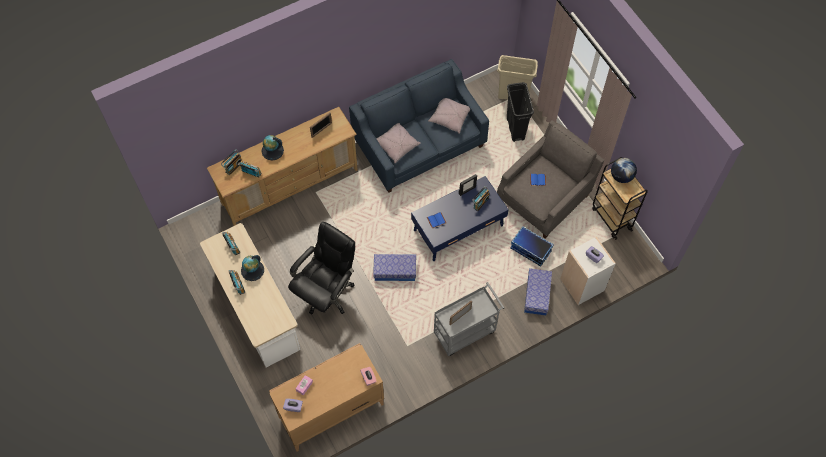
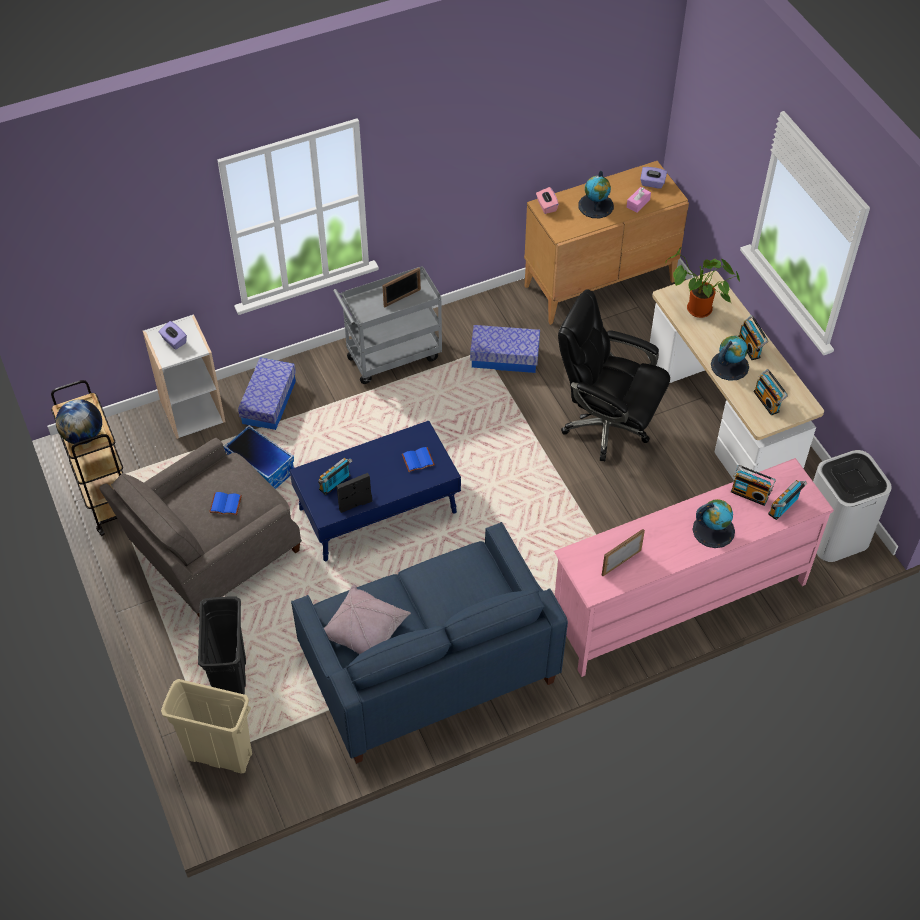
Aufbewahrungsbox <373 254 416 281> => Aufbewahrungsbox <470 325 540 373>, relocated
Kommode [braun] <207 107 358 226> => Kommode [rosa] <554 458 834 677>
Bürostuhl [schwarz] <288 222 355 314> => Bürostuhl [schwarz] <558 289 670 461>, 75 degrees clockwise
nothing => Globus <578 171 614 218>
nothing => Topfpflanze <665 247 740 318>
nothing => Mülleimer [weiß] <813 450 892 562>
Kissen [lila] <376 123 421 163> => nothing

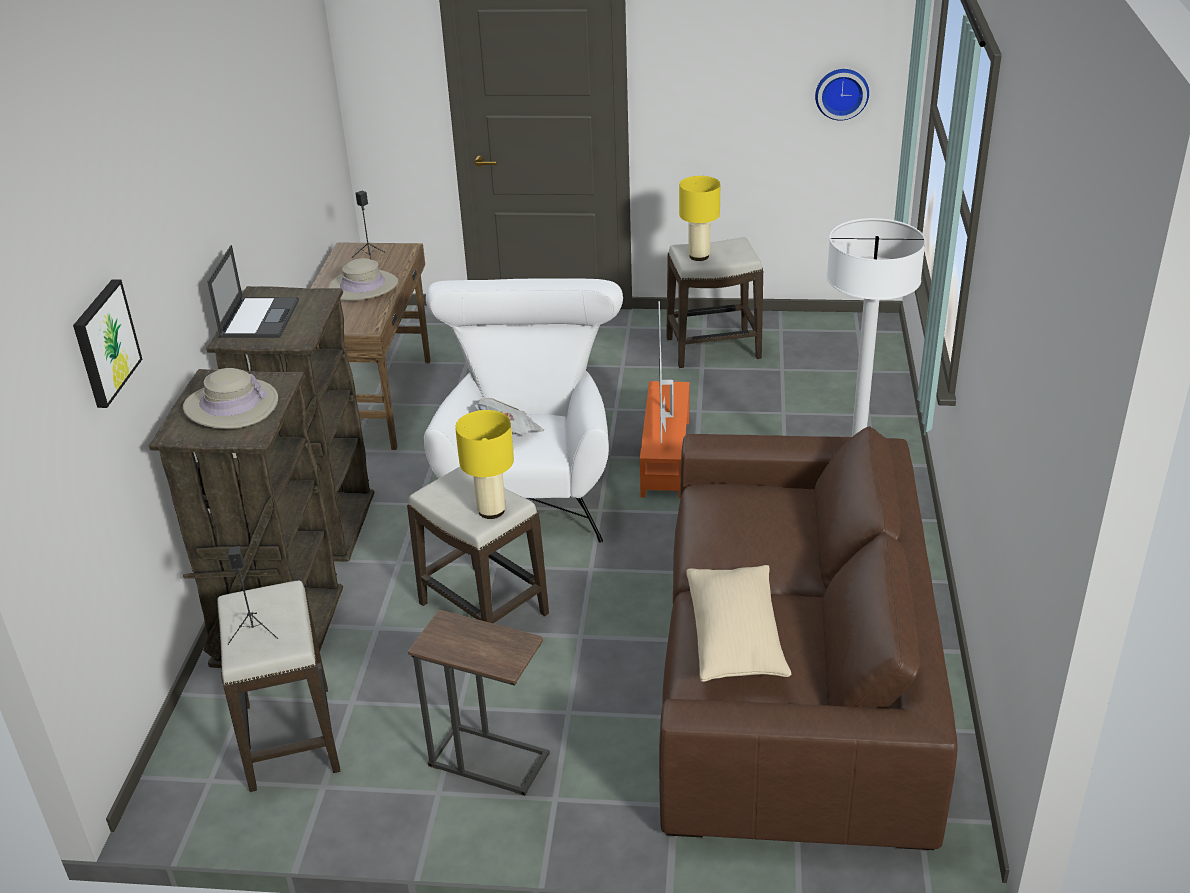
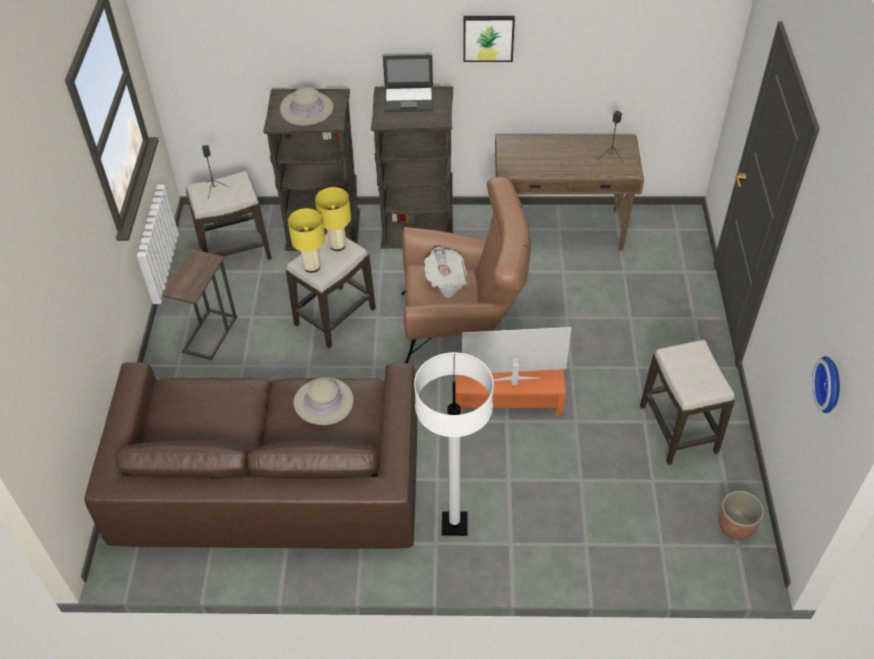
Hut [beige] <328 258 398 301> => Hut [beige] <293 377 353 425>, relocated
Tischlampe [gelb] <679 176 720 261> => Tischlampe [gelb] <315 187 351 251>, relocated
Sessel [weiß] <424 278 623 543> => Sessel [braun] <401 177 531 363>
Bild <73 279 142 408> => Bild <463 16 515 62>, relocated
nothing => Pflanzkübel <719 491 764 540>
Kissen [beige] <686 565 791 682> => nothing

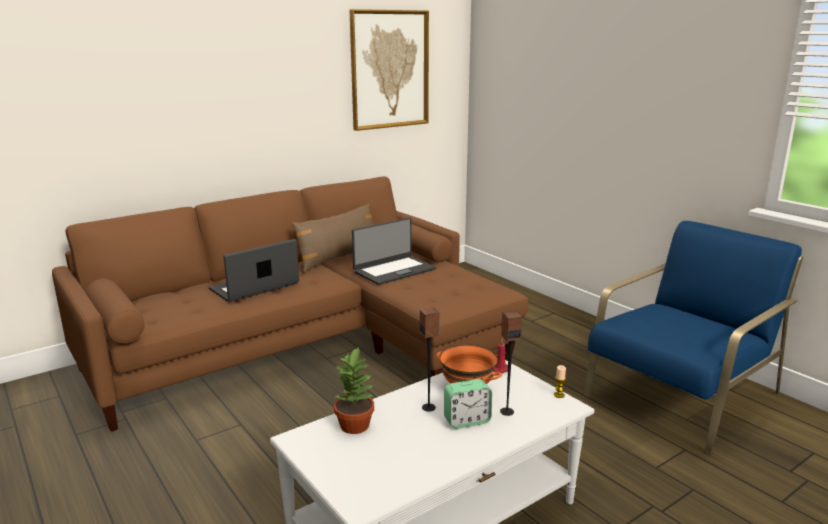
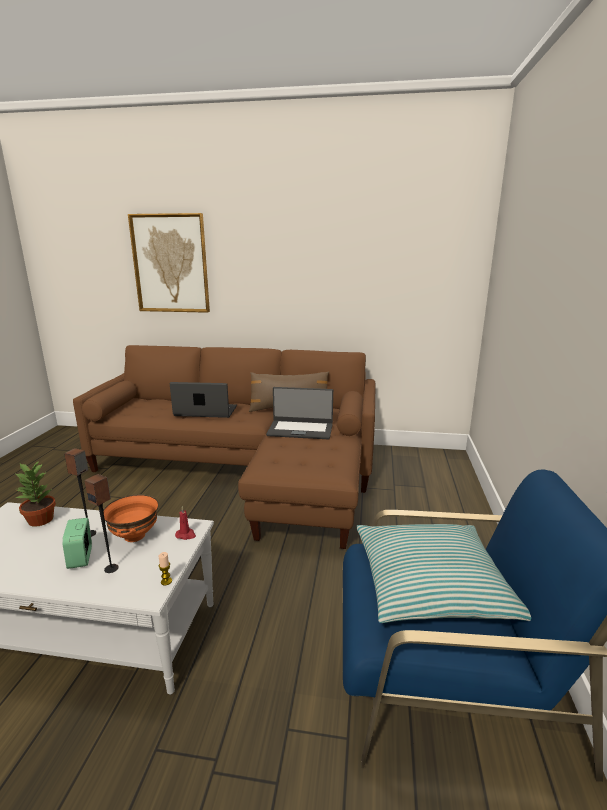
Wecker <444 379 492 429> => Wecker <62 518 92 569>, 45 degrees clockwise
Bild <349 9 429 131> => Bild <128 213 210 313>, relocated
nothing => Kissen <357 524 531 623>

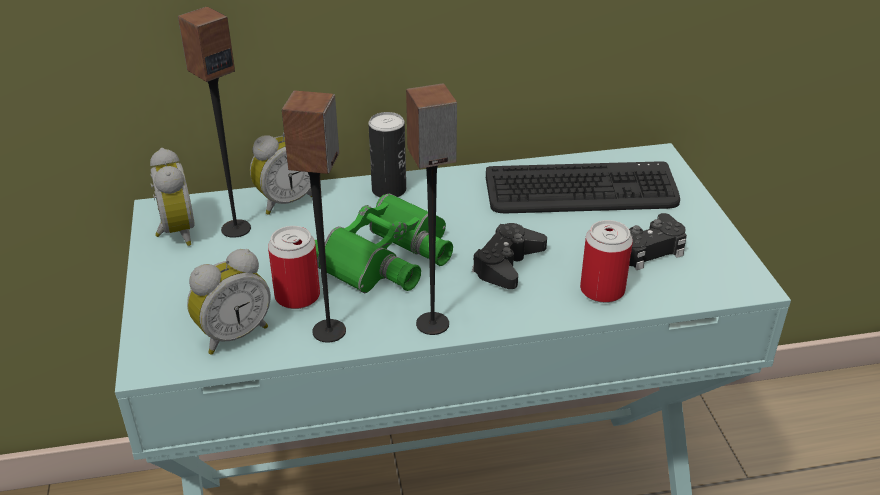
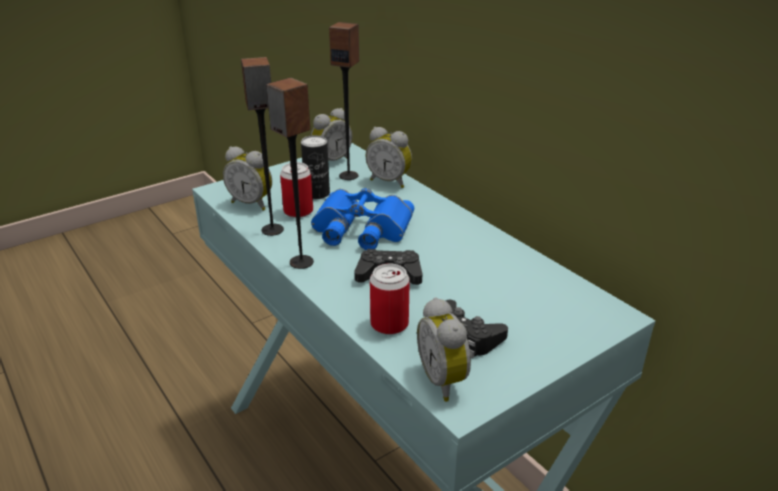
Dose <368 112 406 197> => Dose <301 135 330 199>, relocated
Fernglas [grün] <315 194 453 293> => Fernglas [blau] <311 188 414 250>
nothing => Wecker <417 297 471 402>
Tastatur <486 161 680 213> => nothing

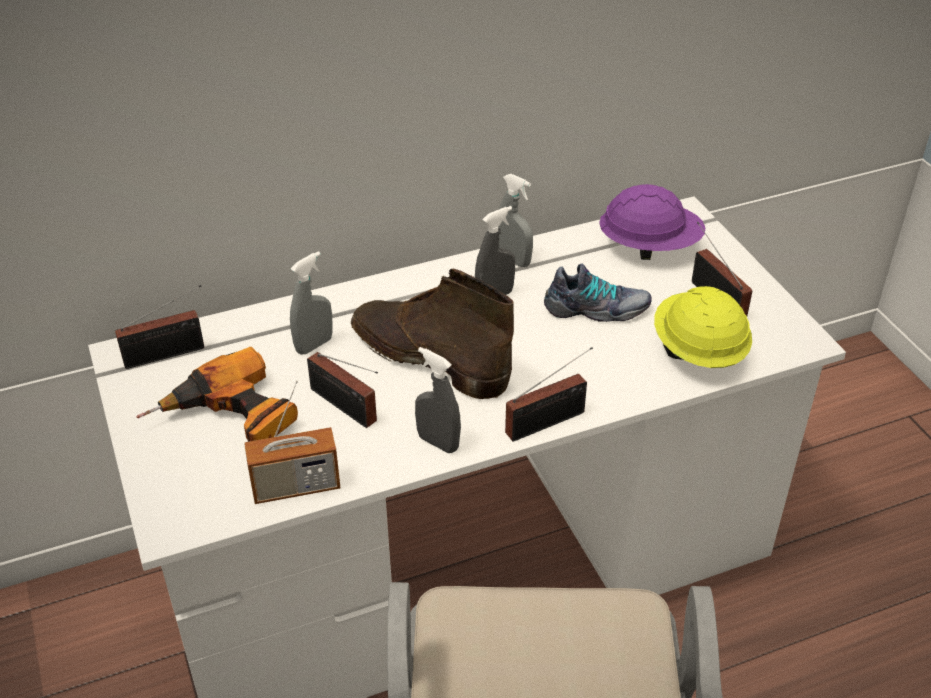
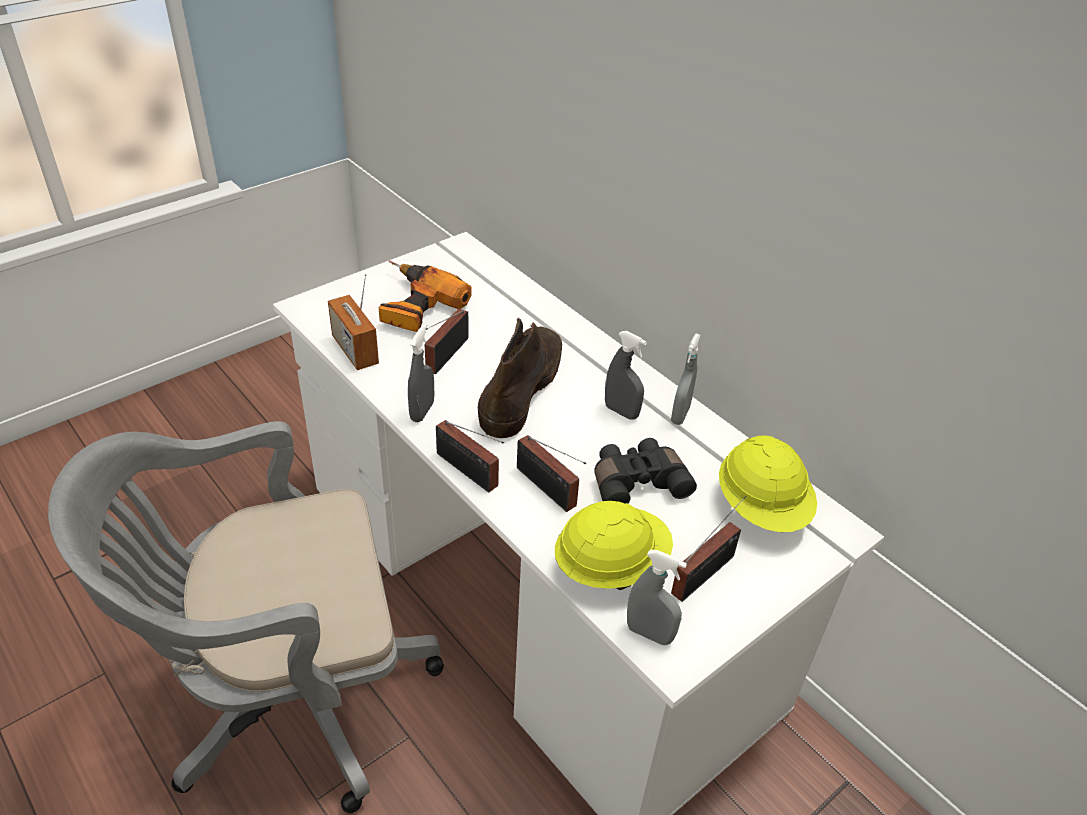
Radio <115 285 204 369> => Radio <517 435 586 512>, relocated
Schuh <544 264 652 322> => Fernglas [schwarz] <594 438 697 504>
Sprühflasche [grau] <290 251 333 355> => Sprühflasche [grau] <627 550 687 645>, relocated
Schutzhelm [lila] <599 184 705 260> => Schutzhelm [gelb] <719 436 817 532>

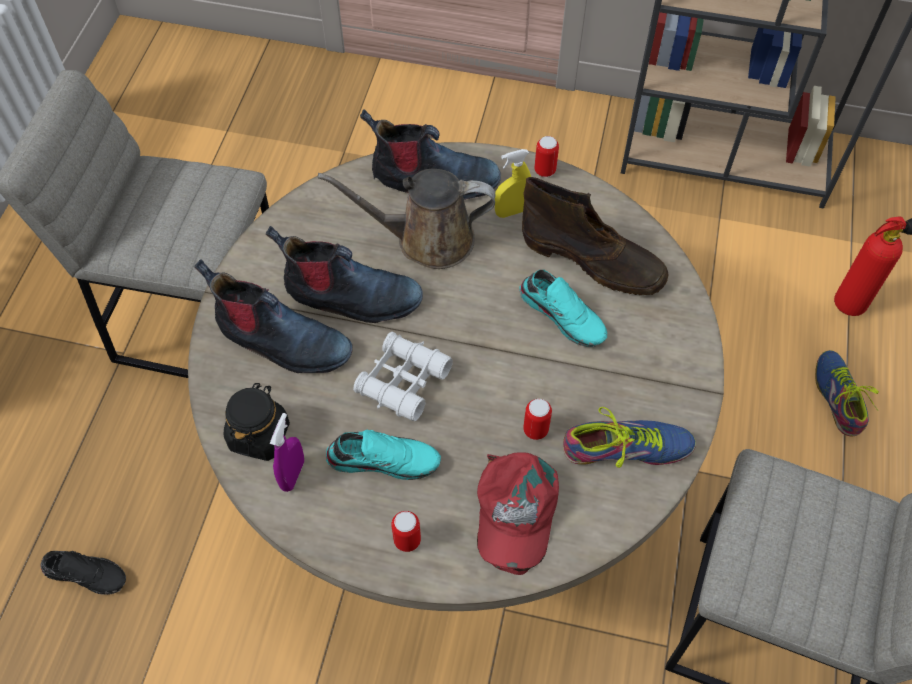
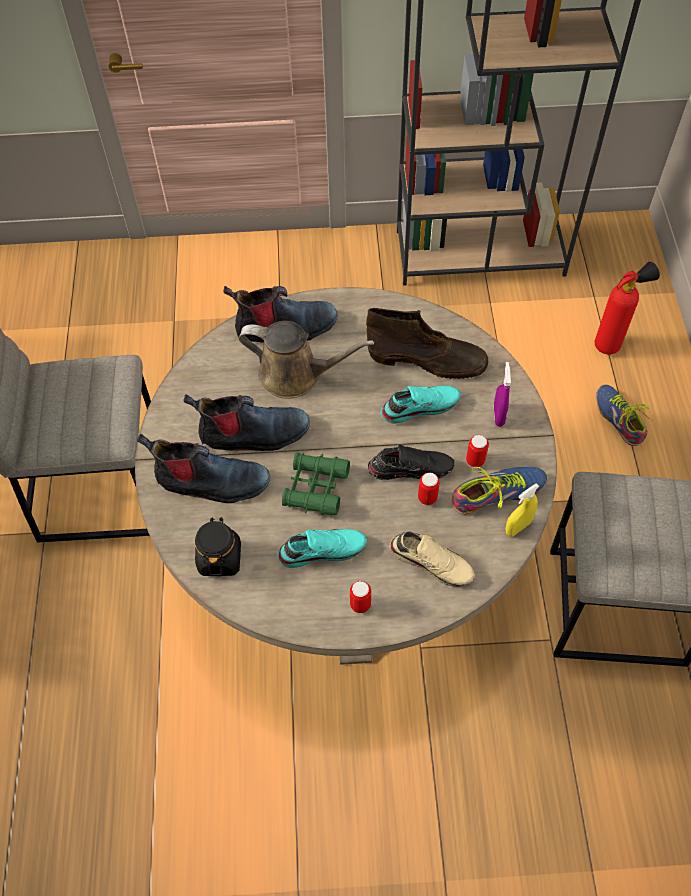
Gießkanne [braun] <317 169 496 269> => Gießkanne [braun] <239 321 374 399>, 150 degrees counterclockwise
Fernglas [weiß] <353 332 453 421> => Fernglas [grün] <282 452 350 515>
Schuh [schwarz] <41 551 126 595> => Schuh [schwarz] <368 445 455 480>, relocated
Schuh [türkis] <519 270 607 347> => Schuh [türkis] <380 386 461 424>, 45 degrees counterclockwise
Kappe [rot] <477 452 559 575> => Schuh [beige] <389 531 475 587>
Dose <534 136 559 177> => Dose <466 435 489 467>, relocated
Sprühflasche [lila] <270 413 304 492> => Sprühflasche [lila] <494 362 511 427>, relocated
Sprühflasche [gelb] <495 149 531 218> => Sprühflasche [gelb] <505 483 539 537>, relocated

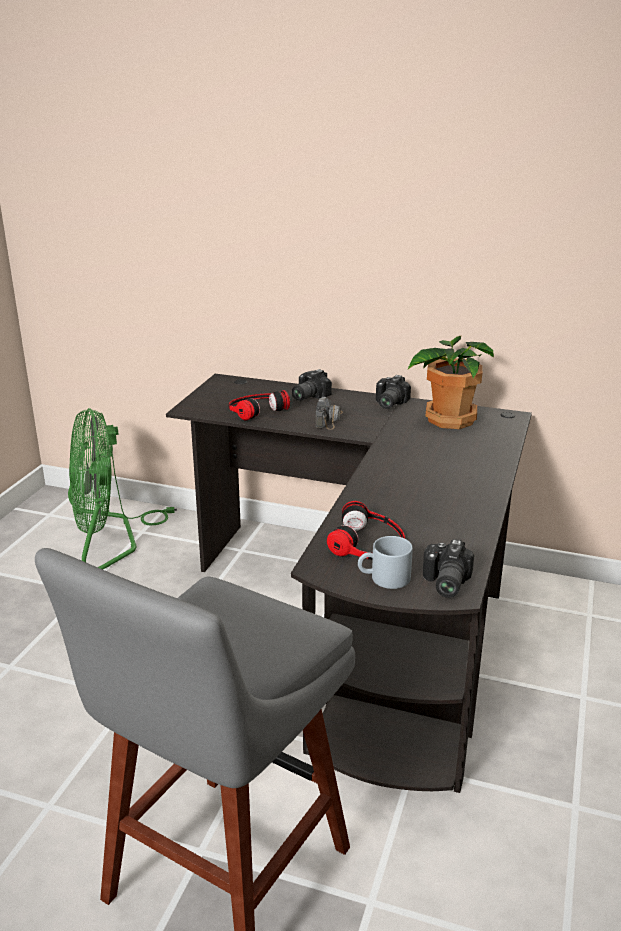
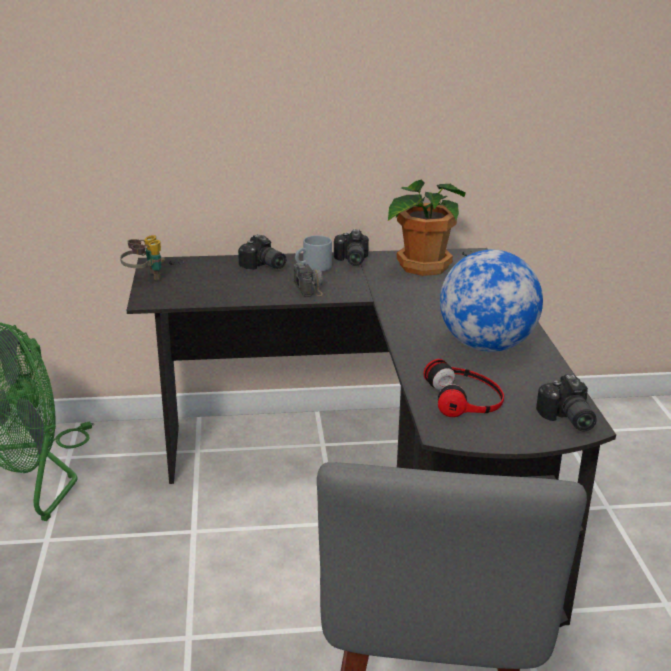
nothing => Fernglas <120 235 165 281>
Kamera <292 369 332 401> => Kamera <238 234 286 270>, 60 degrees counterclockwise
Henkelbecher [grau] <358 536 413 589> => Henkelbecher [grau] <295 235 332 271>, relocated
nothing => Globus <440 250 543 352>
Kopfhörer <228 390 290 420> => nothing

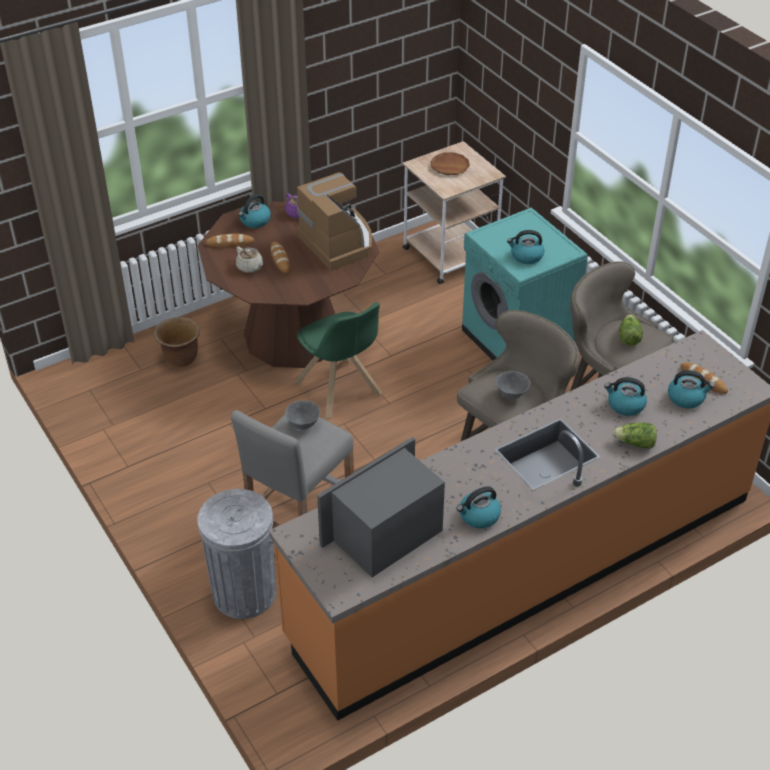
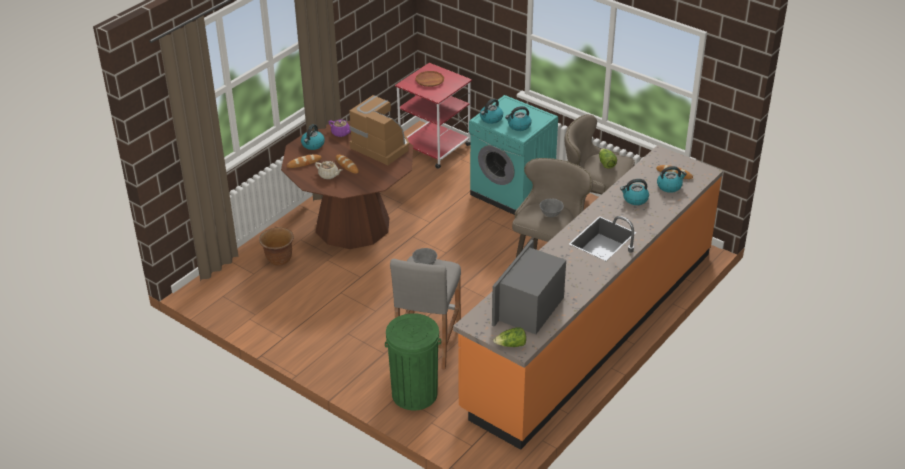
Mülleimer [grau] <197 489 276 619> => Mülleimer [grün] <385 313 441 410>
Rollwagen [beige] <403 141 506 284> => Rollwagen [rot] <395 63 472 169>
Wasserkessel <456 486 501 528> => Wasserkessel <480 98 503 124>, relocated
Salatkopf <612 423 657 449> => Salatkopf <493 328 526 347>, relocated
Stuhl [grün] <294 302 382 419> => nothing

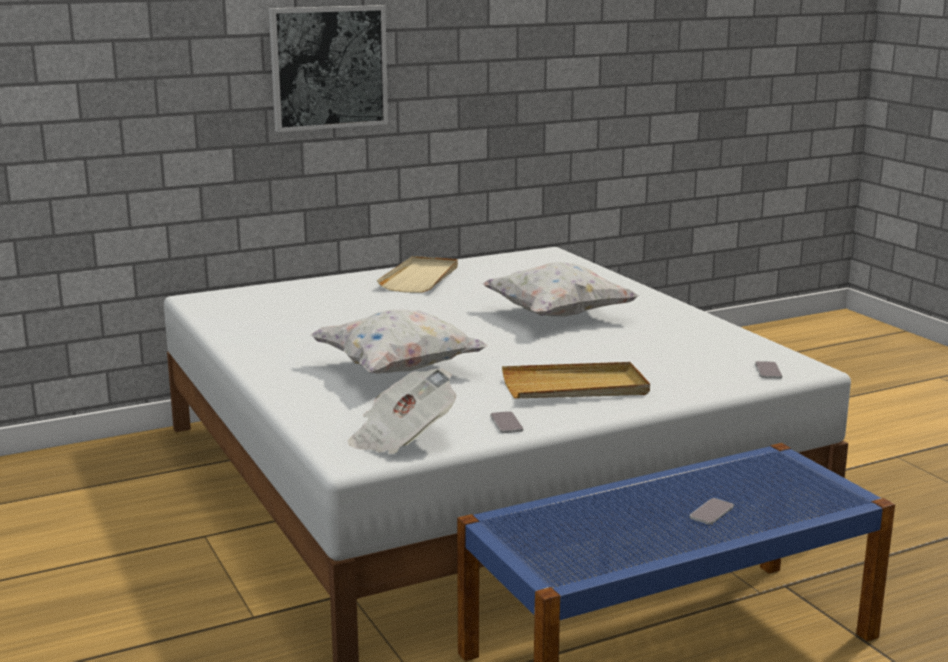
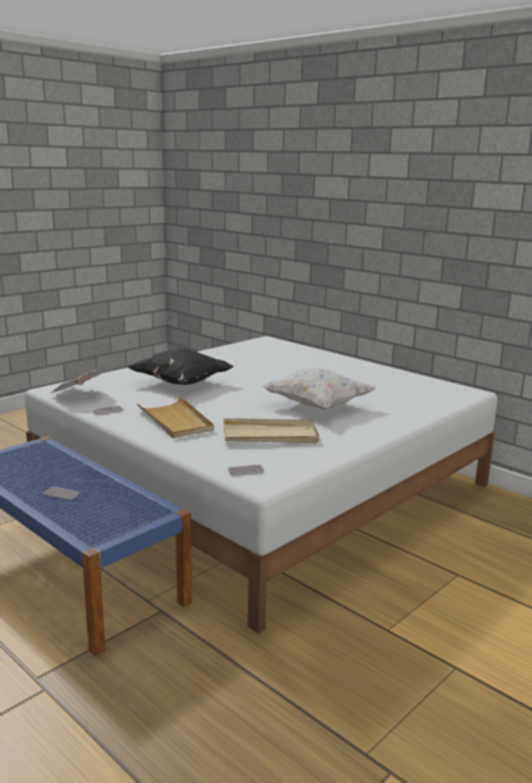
Kissen [weiß] <310 309 488 374> => Kissen [schwarz] <127 348 234 385>
Tablett [beige] <377 256 458 293> => Tablett [beige] <224 418 319 443>, relocated
Bild <269 5 388 132> => nothing

